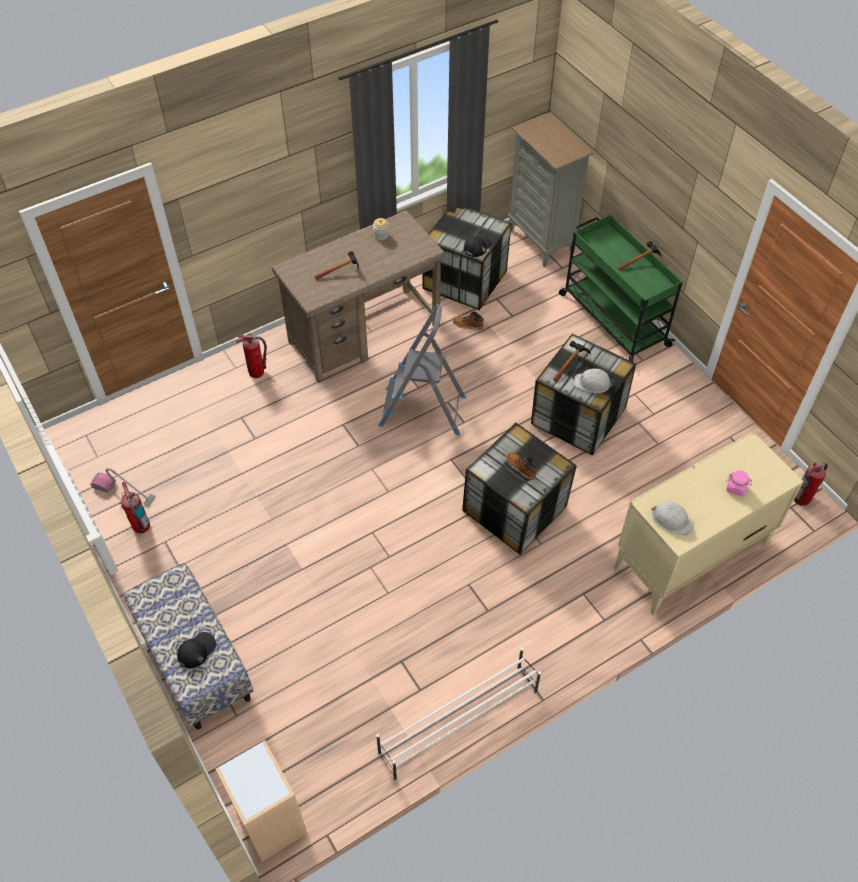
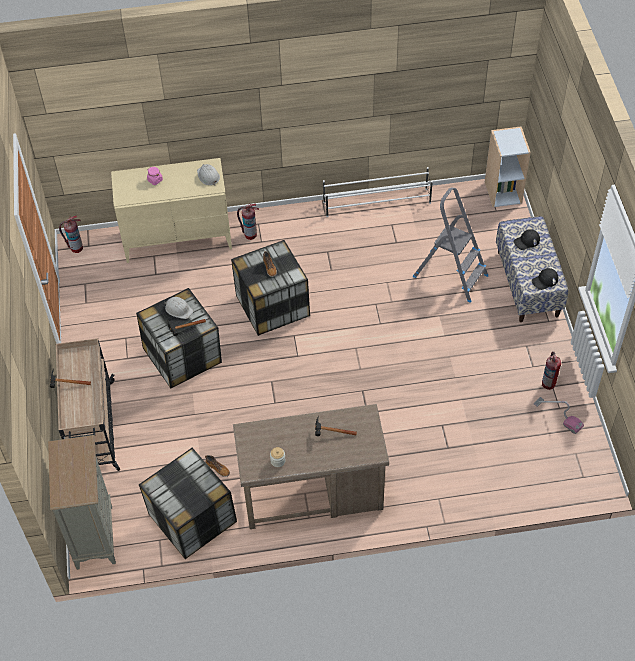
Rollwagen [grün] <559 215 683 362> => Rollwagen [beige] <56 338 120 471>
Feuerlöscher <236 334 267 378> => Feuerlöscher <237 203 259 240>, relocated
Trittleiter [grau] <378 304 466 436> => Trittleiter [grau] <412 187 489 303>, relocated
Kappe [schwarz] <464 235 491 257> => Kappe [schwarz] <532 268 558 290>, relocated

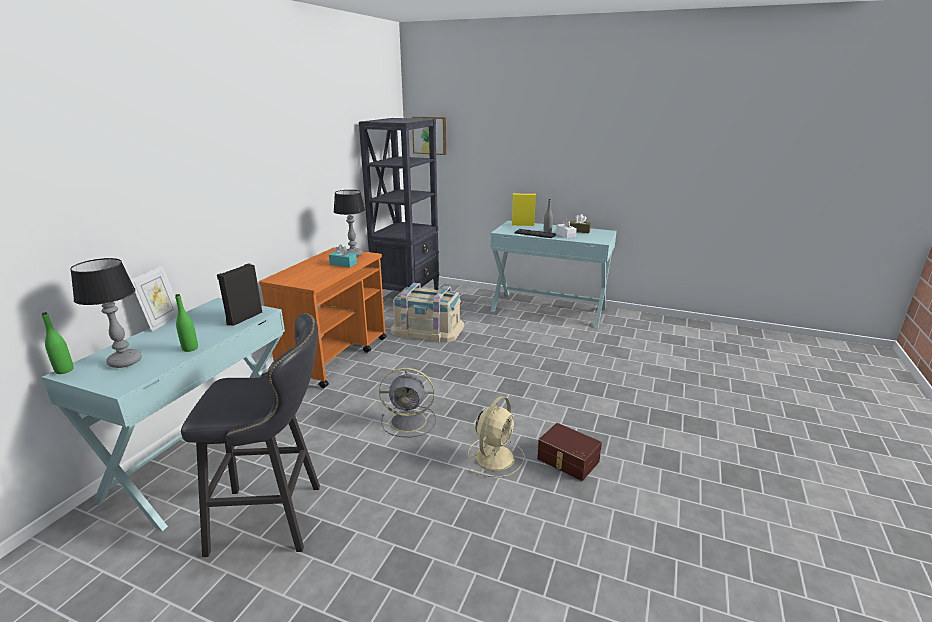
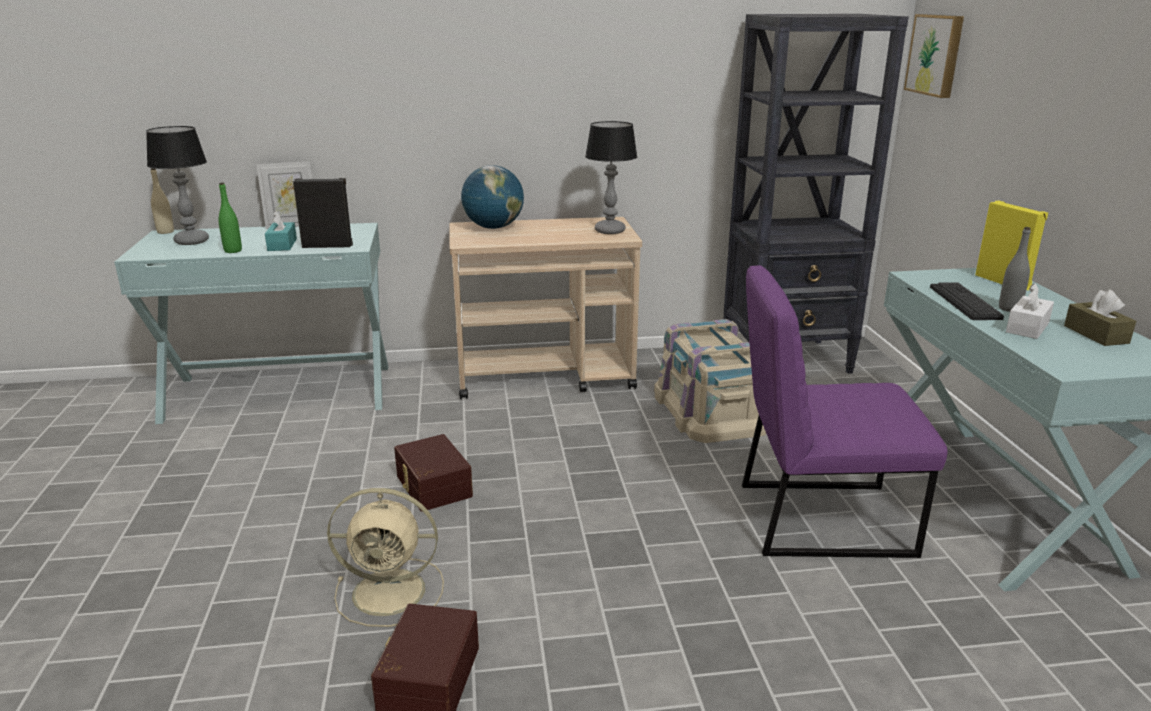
Flasche [grün] <42 312 74 374> => Flasche [beige] <150 168 174 234>
Taschentuchbox [türkis] <329 244 357 267> => Taschentuchbox [türkis] <265 211 297 251>, relocated
Ventilator [grau] <379 368 436 437> => Aufbewahrungsbox [braun] <394 434 473 512>
Rollwagen [orange] <259 248 387 388> => Rollwagen [beige] <450 217 642 399>
nothing => Globus <461 165 524 229>
nothing => Stuhl [lila] <742 265 947 558>
Hocker [schwarz] <181 313 320 557> => nothing

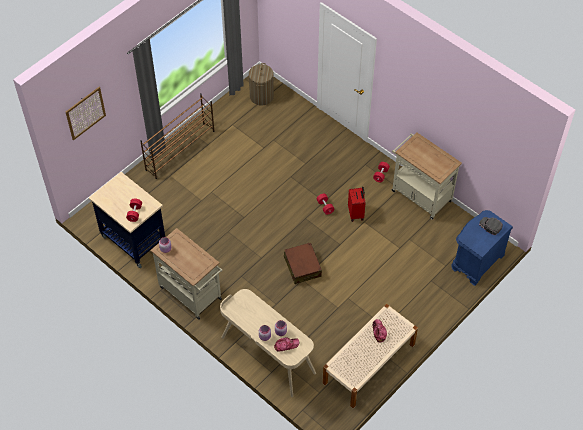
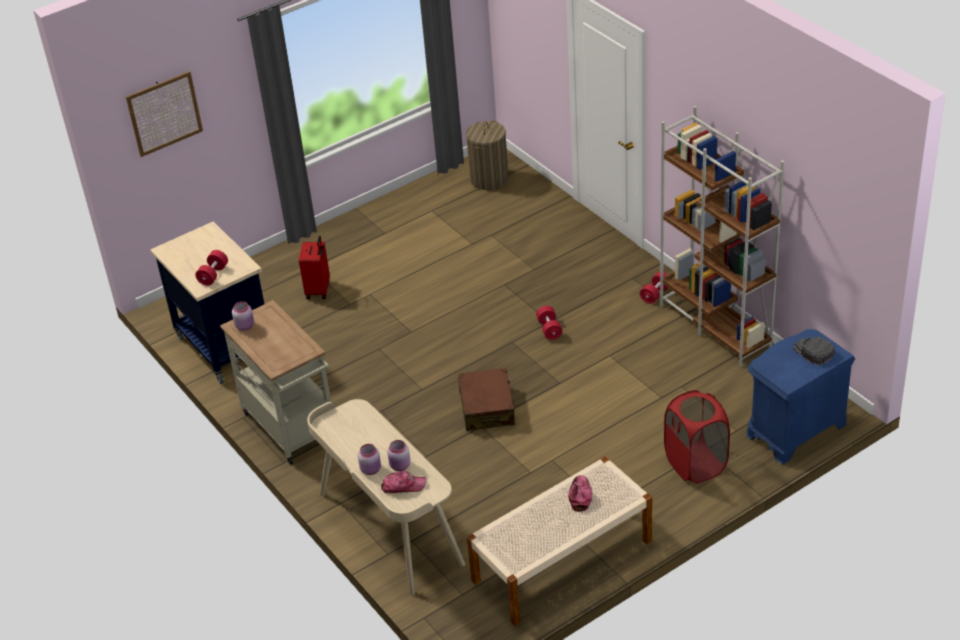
Koffer [rot] <348 187 366 222> => Koffer [rot] <299 236 330 300>, relocated
Rollwagen [beige] <392 133 462 220> => Bücherregal [braun] <660 106 785 367>
nothing => Wäschekorb [rot] <664 390 730 483>
Schuhregal [braun] <140 93 215 179> => nothing

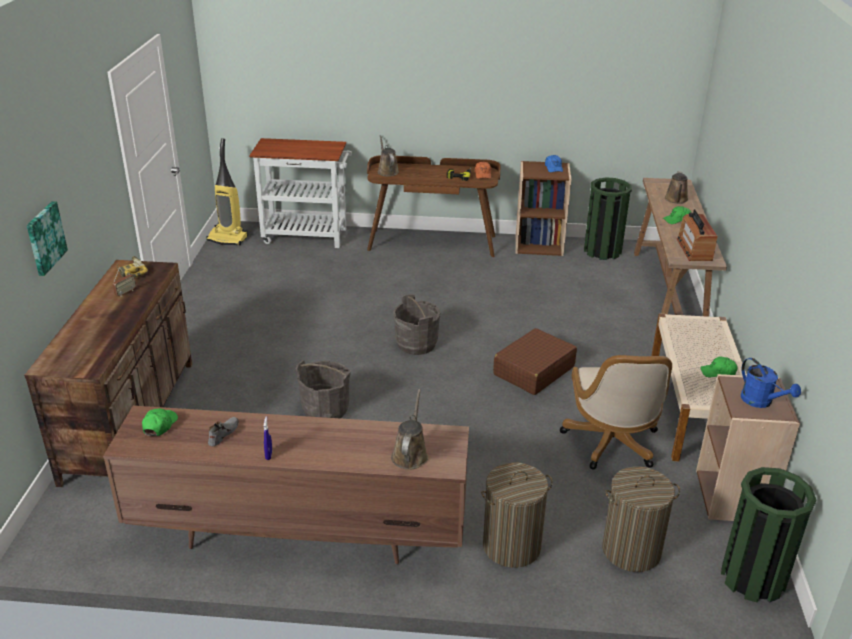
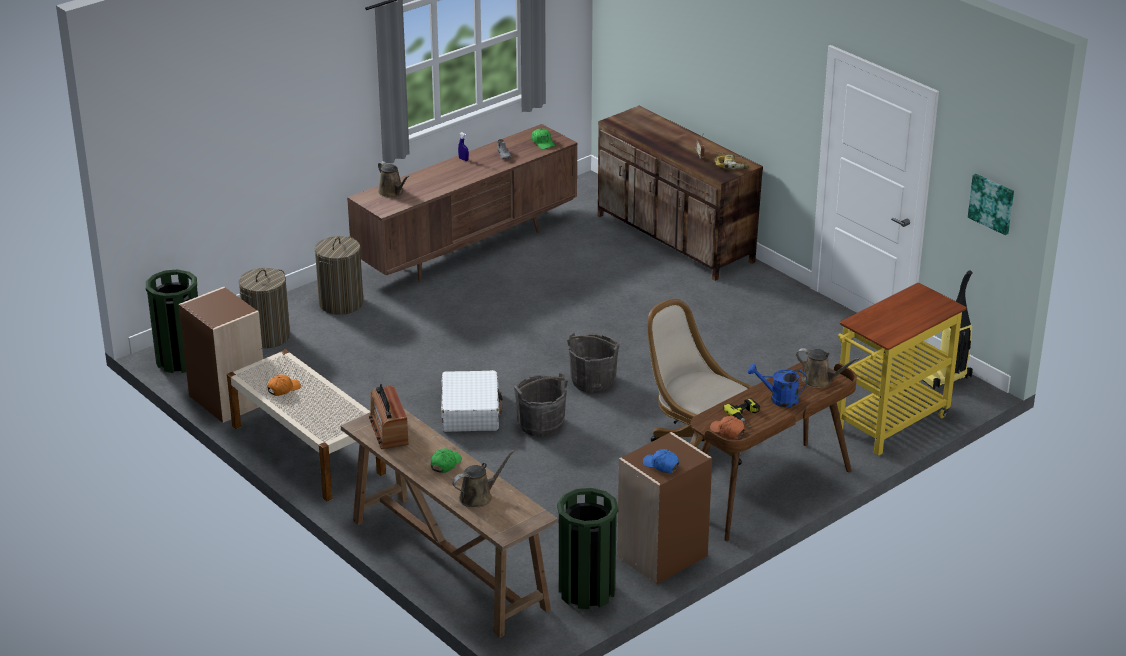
Kappe [grün] <700 356 738 377> => Kappe [orange] <267 374 301 396>
Radio <677 209 718 261> => Radio <369 384 409 449>, 150 degrees counterclockwise
Koffer [braun] <493 328 577 395> => Koffer [weiß] <441 370 503 432>
Gießkanne [braun] <665 171 688 204> => Gießkanne [braun] <452 449 516 507>, 90 degrees clockwise
Eimer [grau] <296 360 351 418> => Eimer [grau] <514 373 568 437>, relocated
Bürostuhl <560 355 672 470> => Bürostuhl <648 299 753 465>, relocated
Gießkanne [blau] <741 358 801 408> => Gießkanne [blau] <748 364 807 407>, relocated
Rollwagen [weiß] <249 138 352 248> => Rollwagen [gelb] <834 283 967 456>
Bild <27 201 68 276> => Bild <968 174 1014 235>, relocated

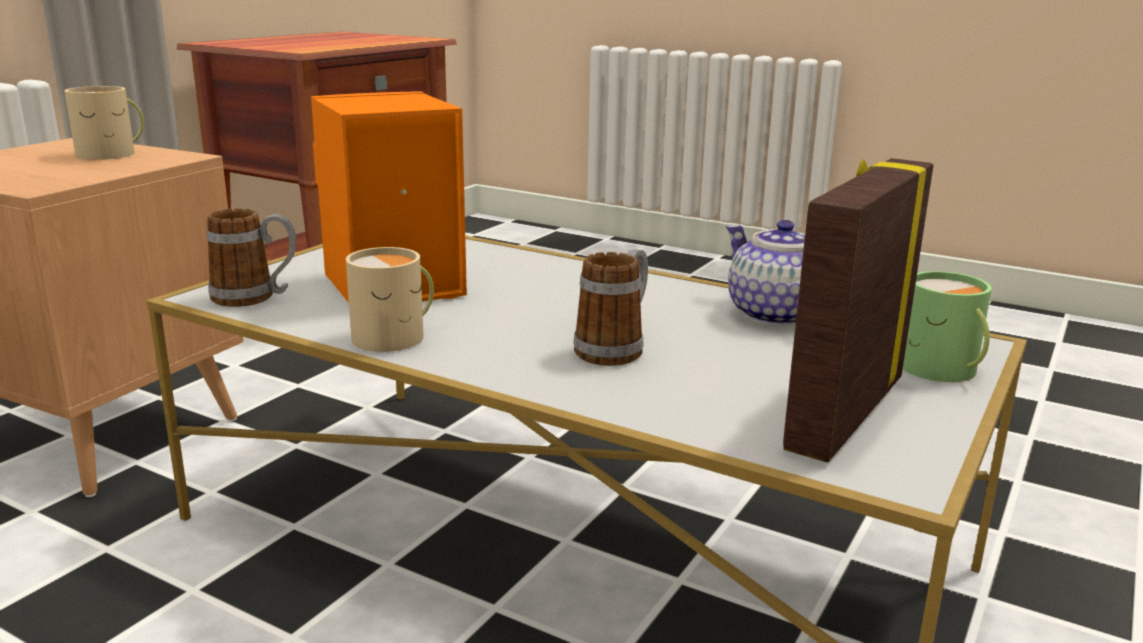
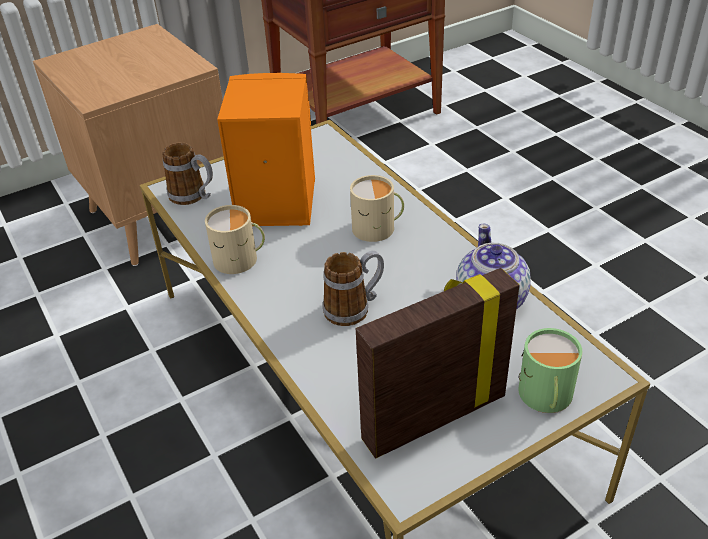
Henkelbecher [beige] <64 86 144 160> => Henkelbecher [beige] <350 175 404 242>, relocated

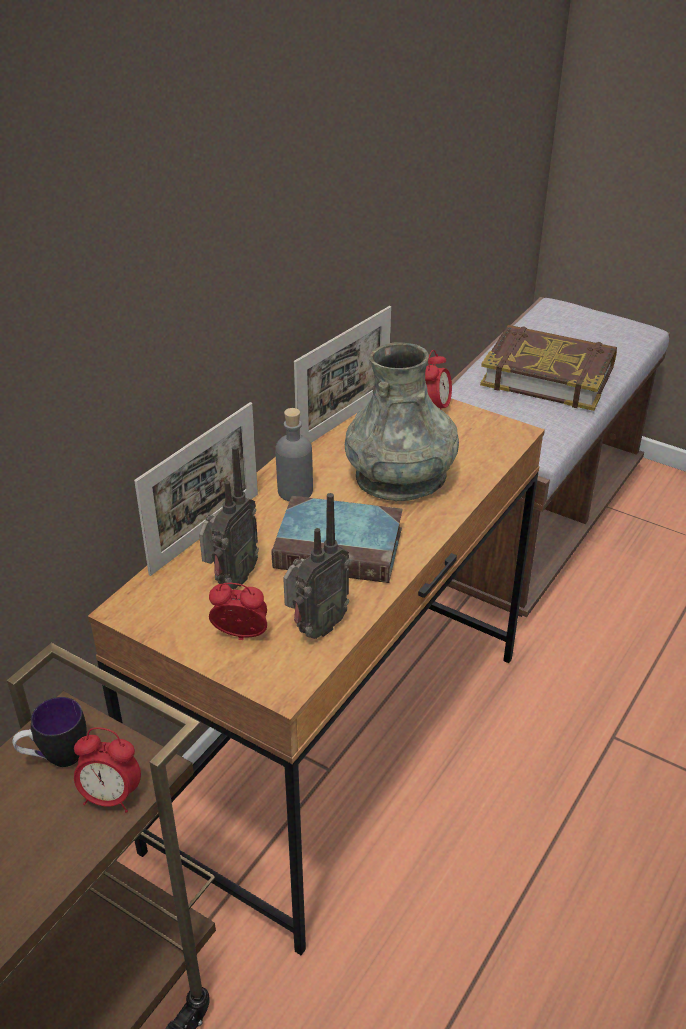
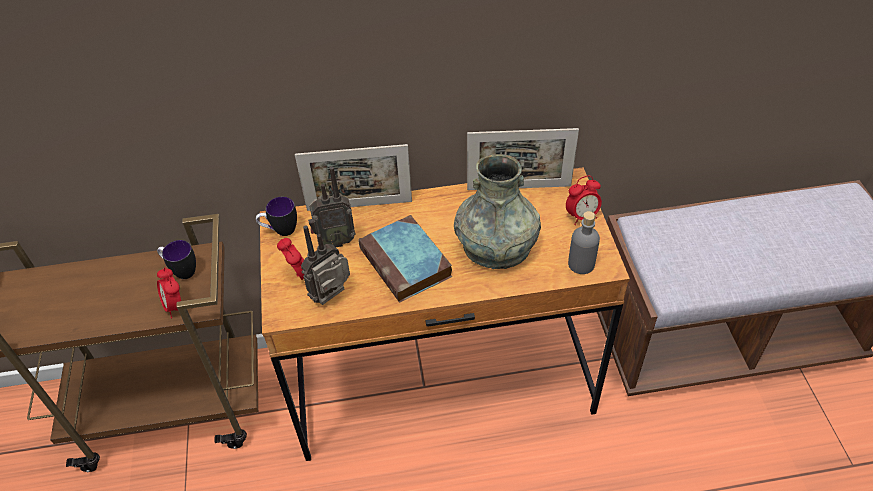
nothing => Henkelbecher <256 197 297 236>
Radio <283 493 350 639> => Radio <301 225 350 305>, 135 degrees clockwise
Flasche [grau] <275 408 313 501> => Flasche [grau] <568 211 600 274>, relocated
Buch <480 325 617 411> => nothing

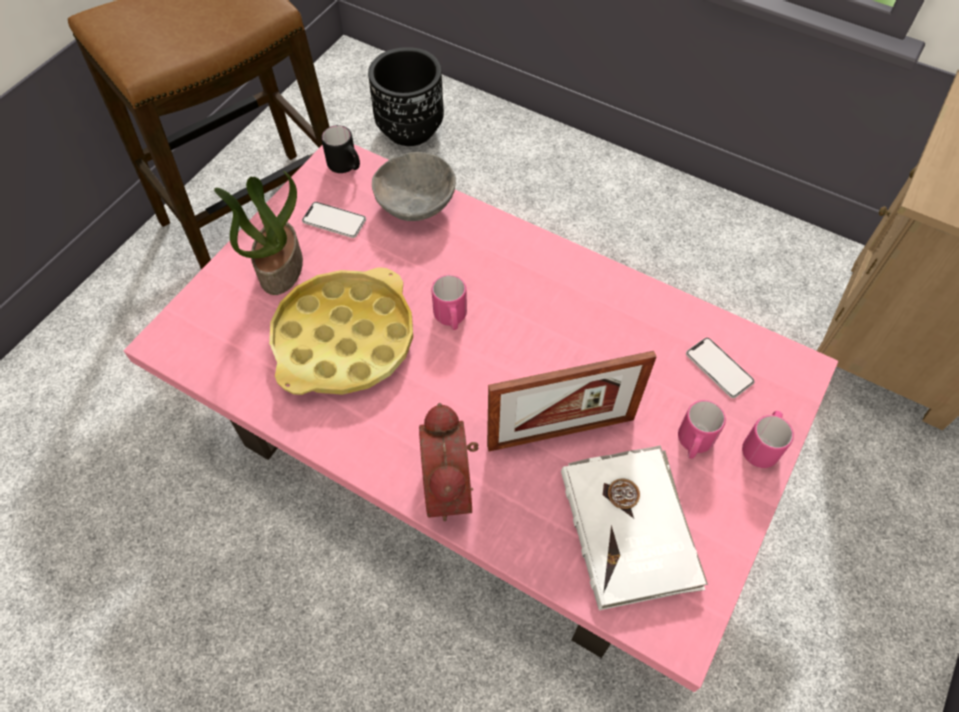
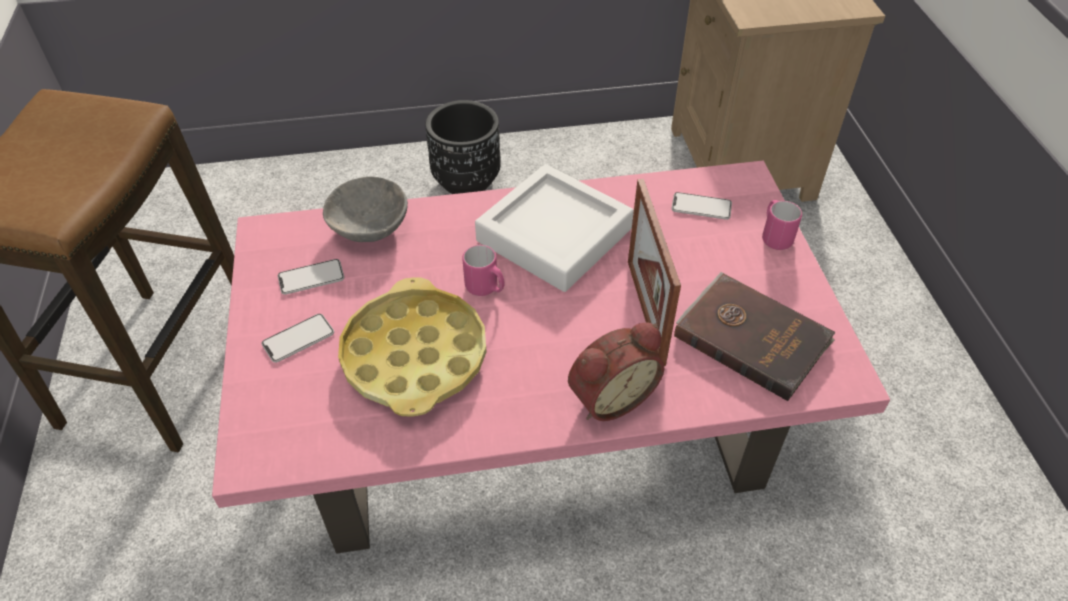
Topfpflanze <214 171 303 295> => Handy <261 314 334 363>
Pflanzkübel [schwarz] <368 47 444 146> => Pflanzkübel [schwarz] <425 100 501 194>, relocated
nothing => Tablett [weiß] <475 164 634 292>
Wecker <419 403 478 522> => Wecker <568 322 664 421>, 75 degrees counterclockwise
Bilderrahmen <487 351 657 452> => Bilderrahmen <628 179 681 366>, 135 degrees clockwise
Buch [weiß] <561 445 708 610> => Buch [braun] <674 272 835 401>
Henkelbecher [schwarz] <321 125 360 173> => nothing
Henkelbecher [rosa] <678 400 726 459> => nothing

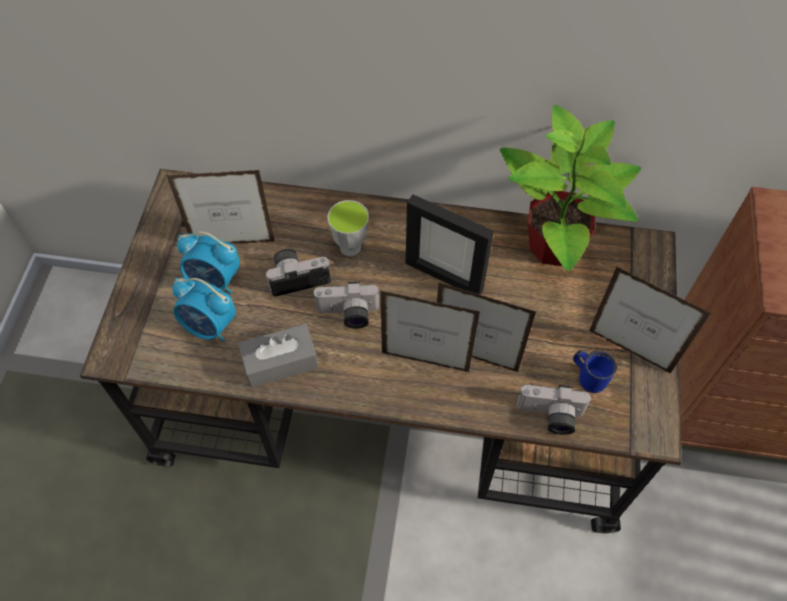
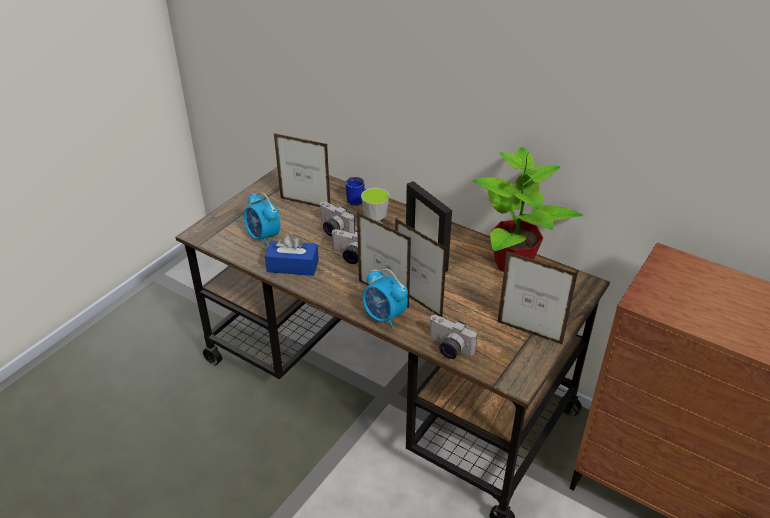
Taschentuchbox [grau] <238 324 318 388> => Taschentuchbox [blau] <265 235 319 276>
Kamera <265 249 331 297> => Kamera <320 201 355 237>, 150 degrees counterclockwise
Henkelbecher [blau] <573 350 617 393> => Henkelbecher [blau] <346 177 364 206>, relocated
Wecker <177 231 240 294> => Wecker <362 269 408 328>, relocated
Bilderrahmen <588 266 711 373> => Bilderrahmen <497 252 578 345>, 150 degrees clockwise

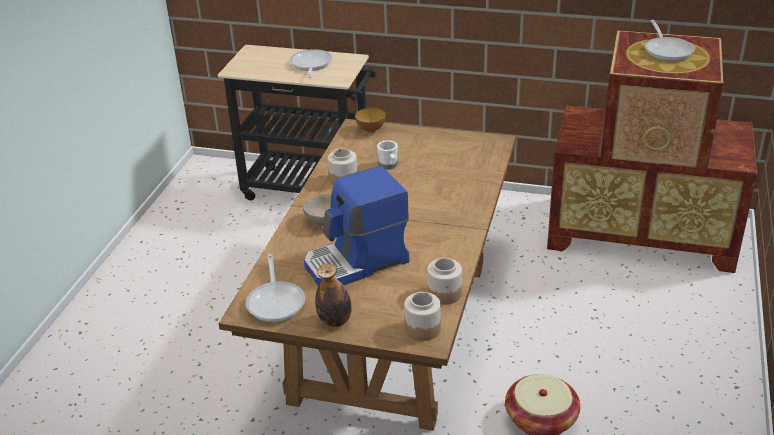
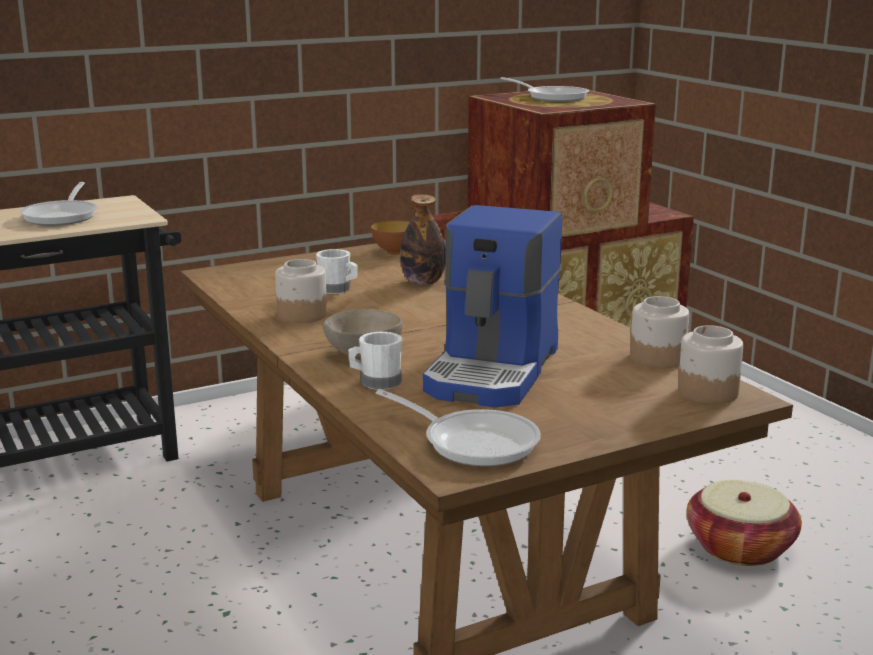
Pfanne <290 49 332 78> => Pfanne <20 182 98 226>, 135 degrees counterclockwise
nothing => Henkelbecher [weiß] <349 332 402 390>
Schüssel <355 108 386 133> => Schüssel <371 220 410 255>, relocated
Flasche <315 263 352 327> => Flasche <400 194 446 285>, relocated

